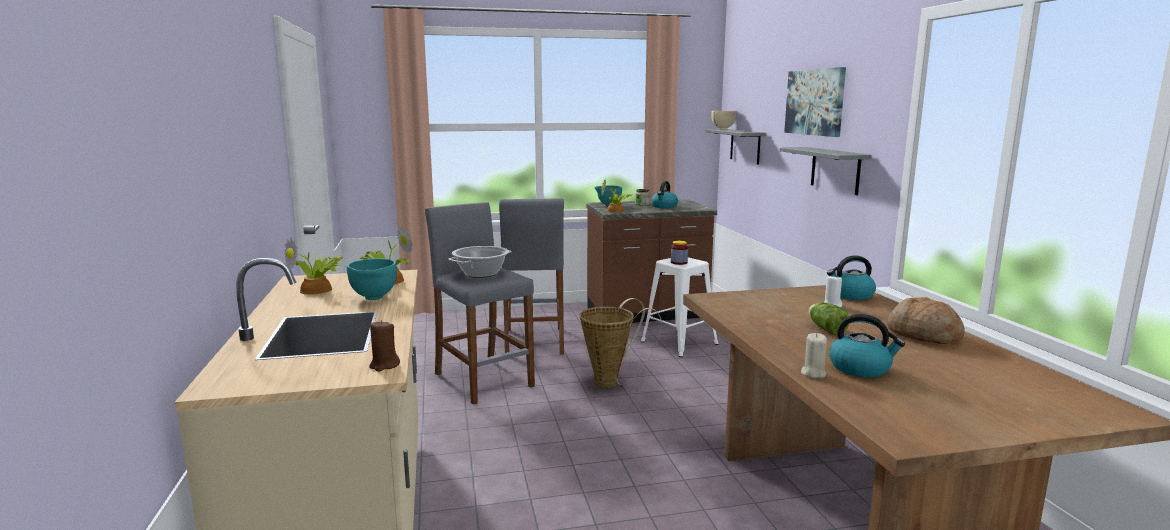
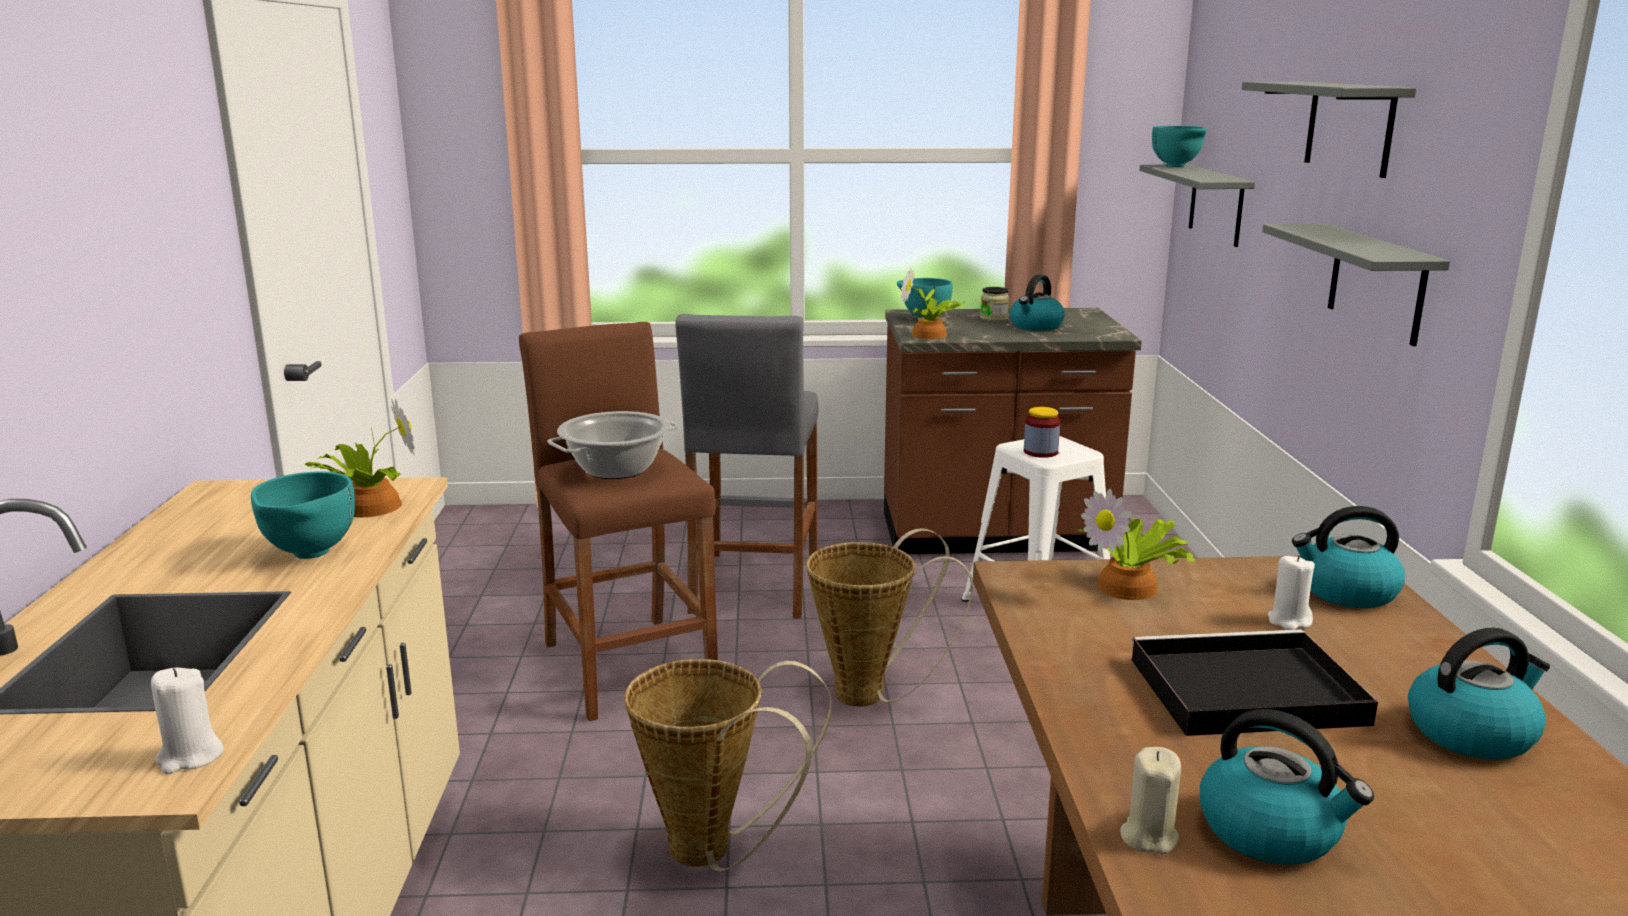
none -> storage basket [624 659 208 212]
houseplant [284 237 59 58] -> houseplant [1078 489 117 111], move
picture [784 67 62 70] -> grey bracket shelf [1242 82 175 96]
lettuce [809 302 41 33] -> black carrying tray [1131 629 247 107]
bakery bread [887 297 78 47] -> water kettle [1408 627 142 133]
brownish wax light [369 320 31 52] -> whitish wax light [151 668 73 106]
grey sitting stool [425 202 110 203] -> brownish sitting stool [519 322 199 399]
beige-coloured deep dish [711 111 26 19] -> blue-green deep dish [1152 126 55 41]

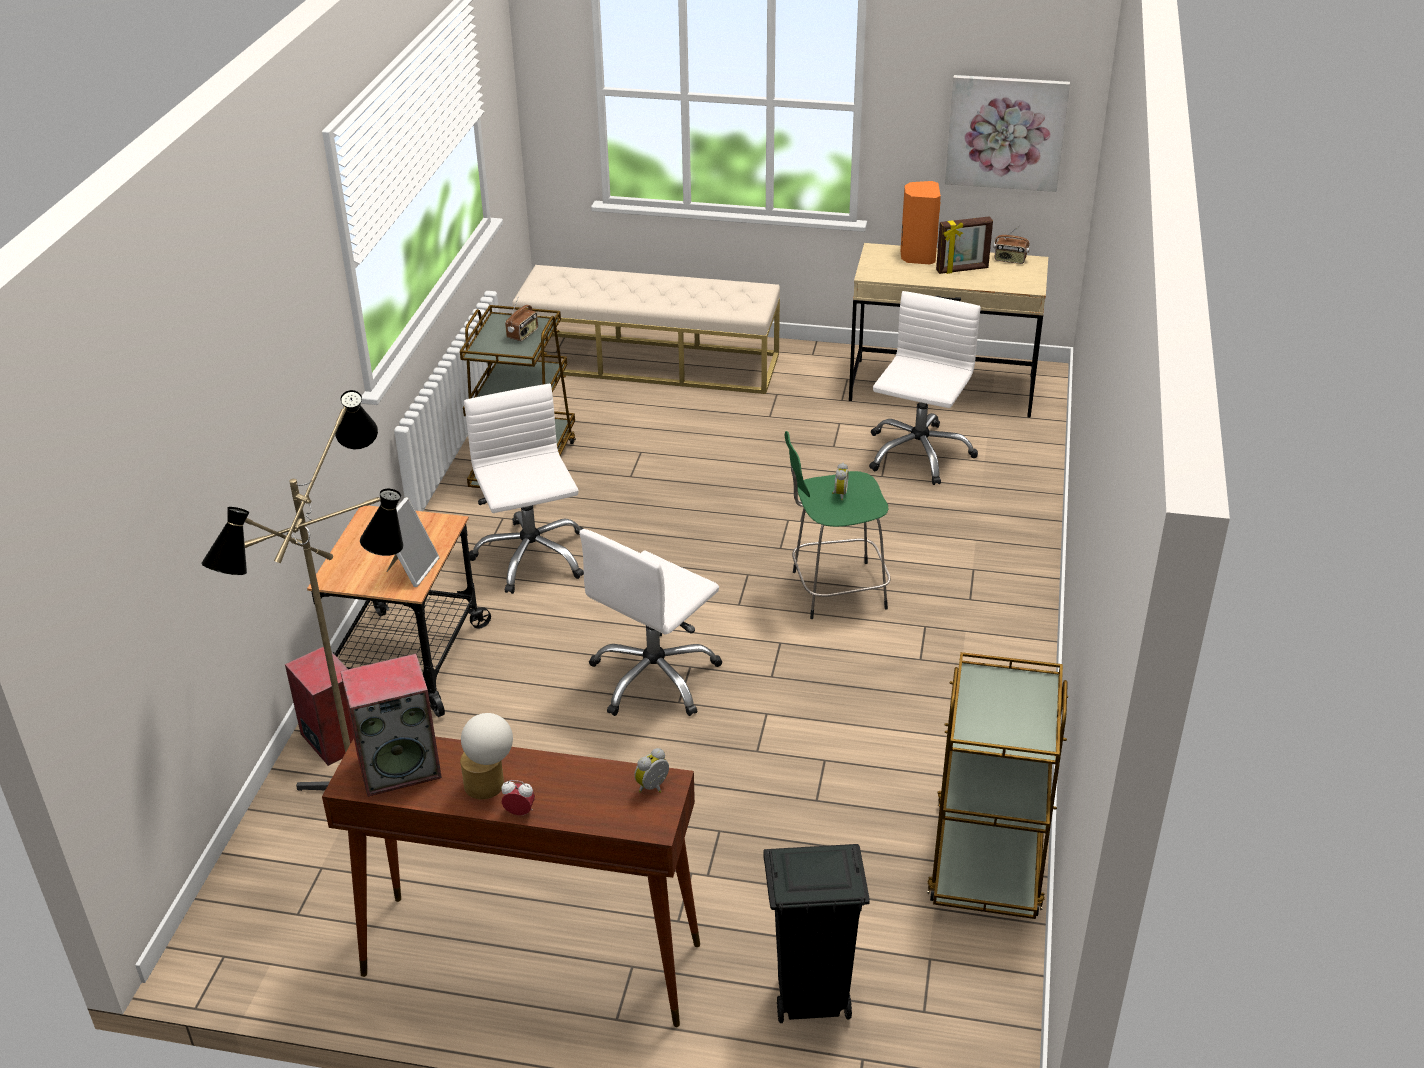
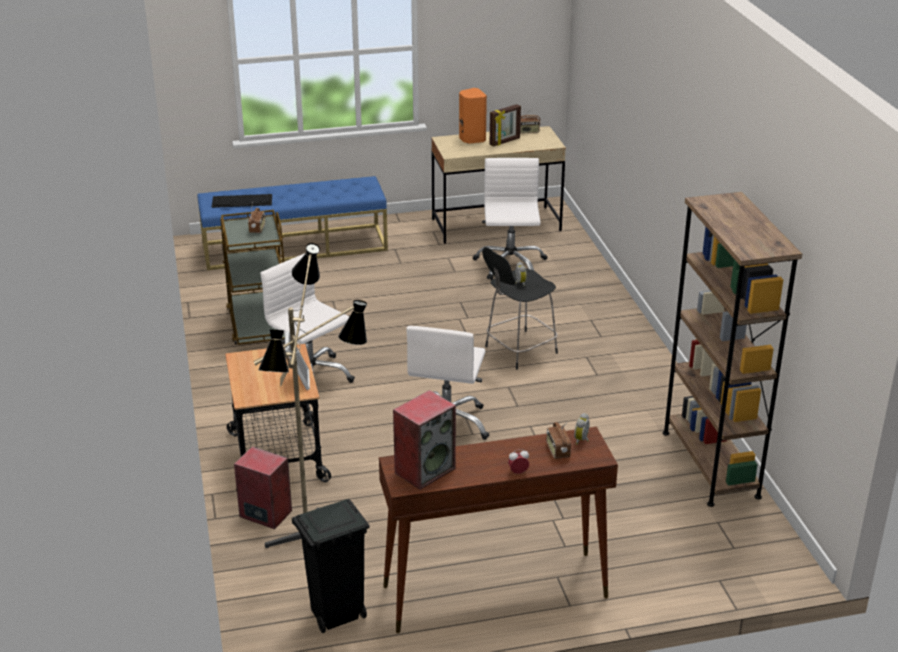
tabletop lamp [460 713 53 86] -> none
picture [945 75 125 117] -> none
none -> PC keyboard [212 194 60 14]
none -> radio [547 422 24 37]
black rubbish bin [763 844 107 179] -> black rubbish bin [292 498 78 135], move
brownish trolley [927 652 141 267] -> brownish bookshelf [663 192 139 315]
beige-coloured indoor bench [512 265 268 129] -> bluish indoor bench [197 176 191 94]
green sitting stool [785 431 105 188] -> black sitting stool [482 247 76 123]

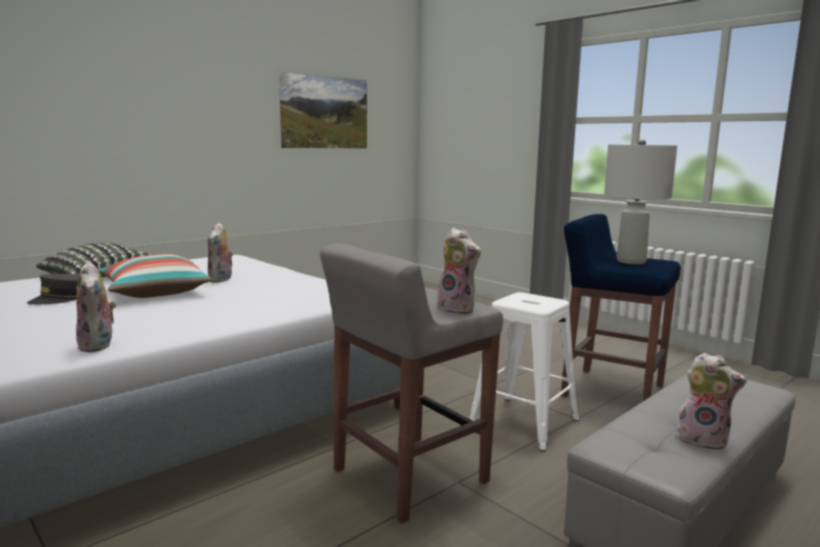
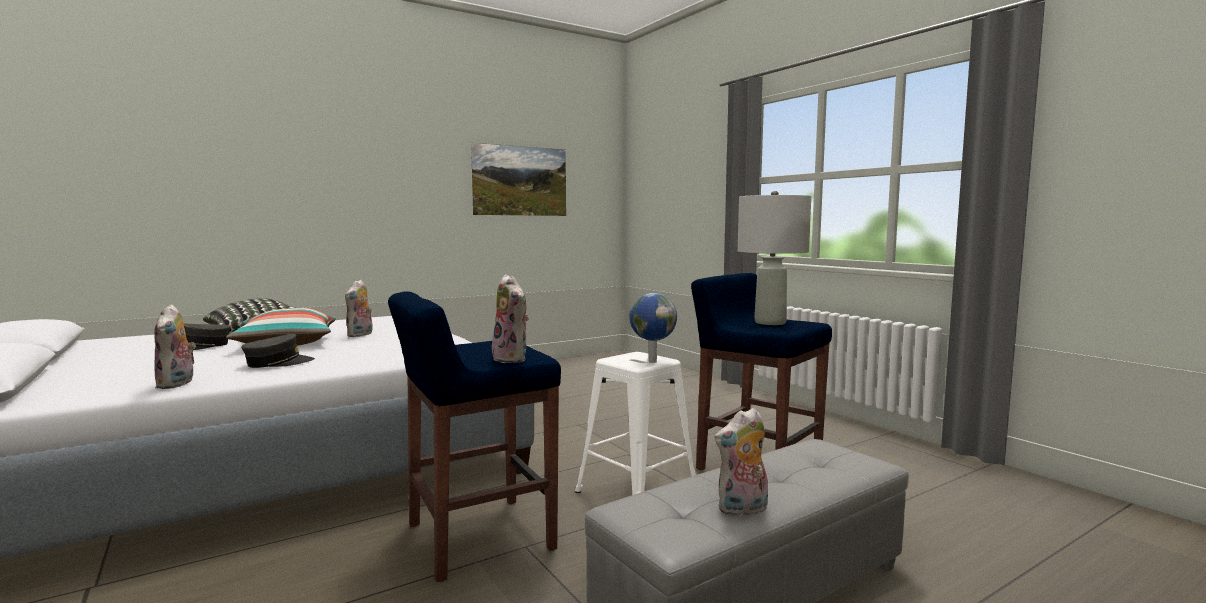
none -> grey baseball cap [241 334 74 34]
none -> desk globe [629 293 48 70]
grey sitting stool [320 243 183 280] -> bluish sitting stool [388 291 173 291]
soft toy [676 353 71 98] -> soft toy [715 408 53 109], 120 degrees clockwise

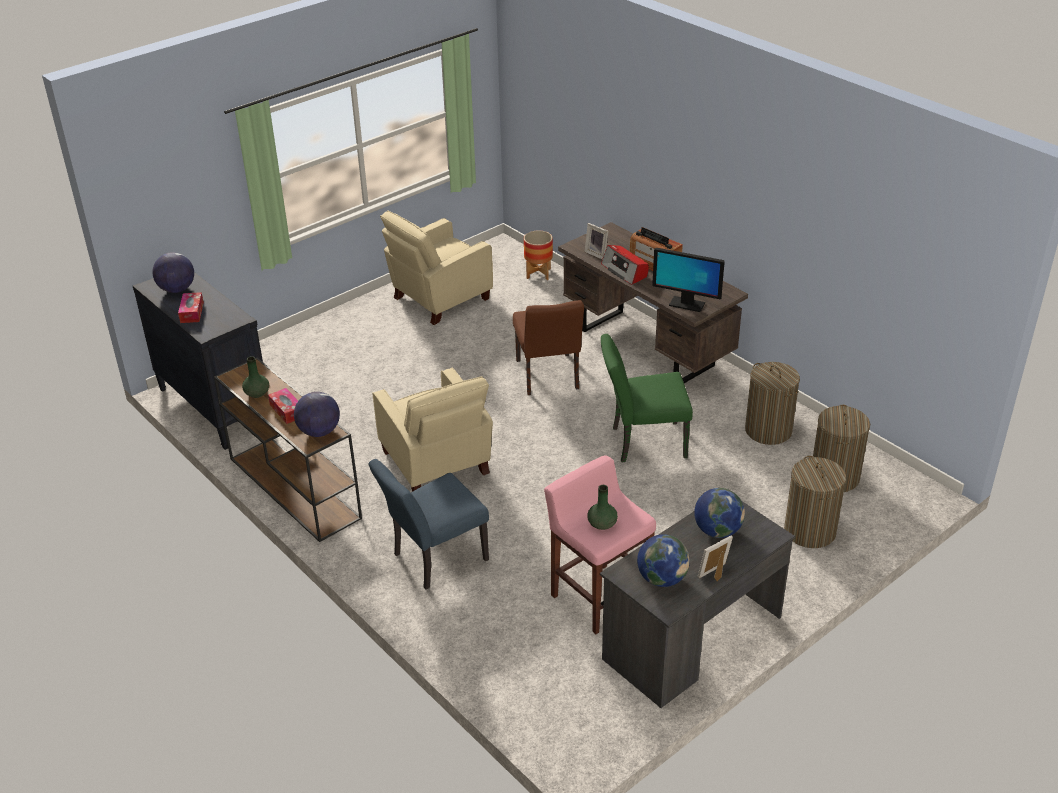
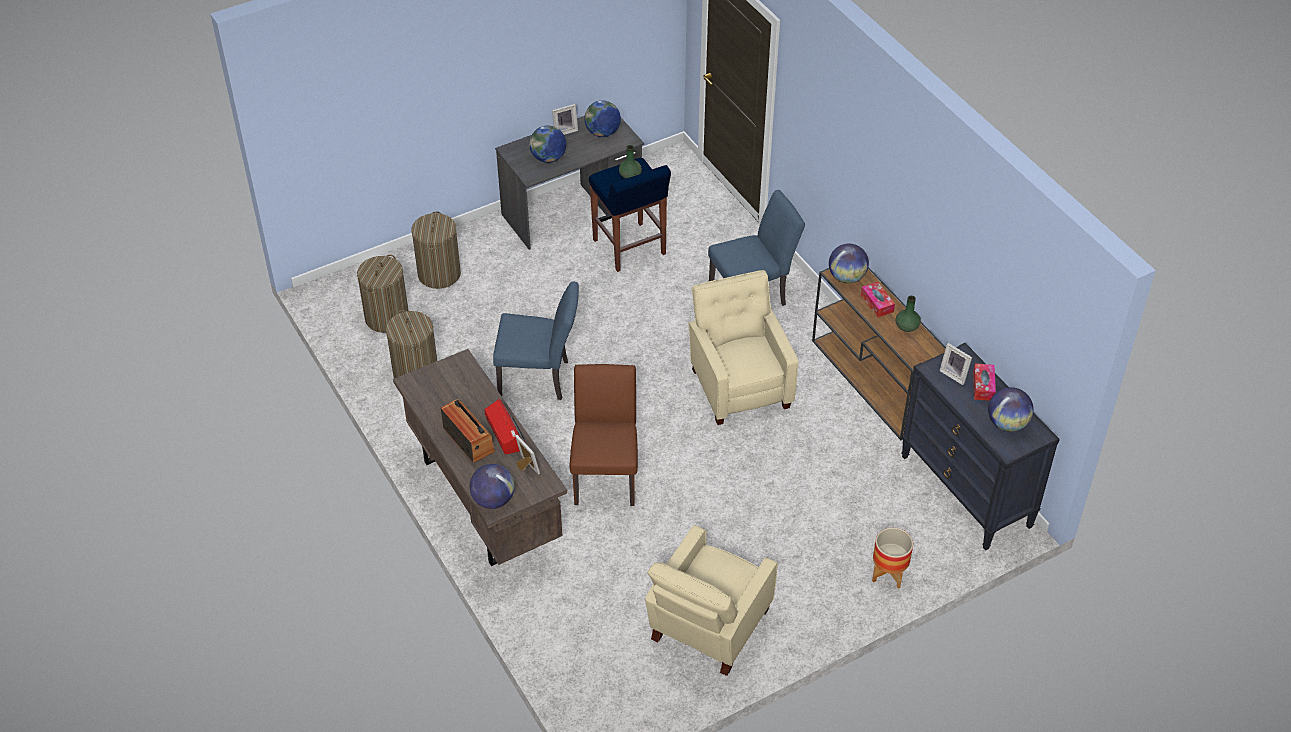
computer display [652 248 73 64] -> none
none -> desk globe [470 464 45 45]
none -> picture frame [939 343 33 42]
plant pot [524 231 29 49] -> plant pot [872 528 41 61], move
pink-coloured sitting stool [544 455 112 179] -> bluish sitting stool [589 158 82 114]
green plain chair [601 334 92 128] -> bluish plain chair [493 281 86 119]
beige-coloured easy chair [380 210 113 115] -> beige-coloured easy chair [645 525 133 151], 150 degrees clockwise

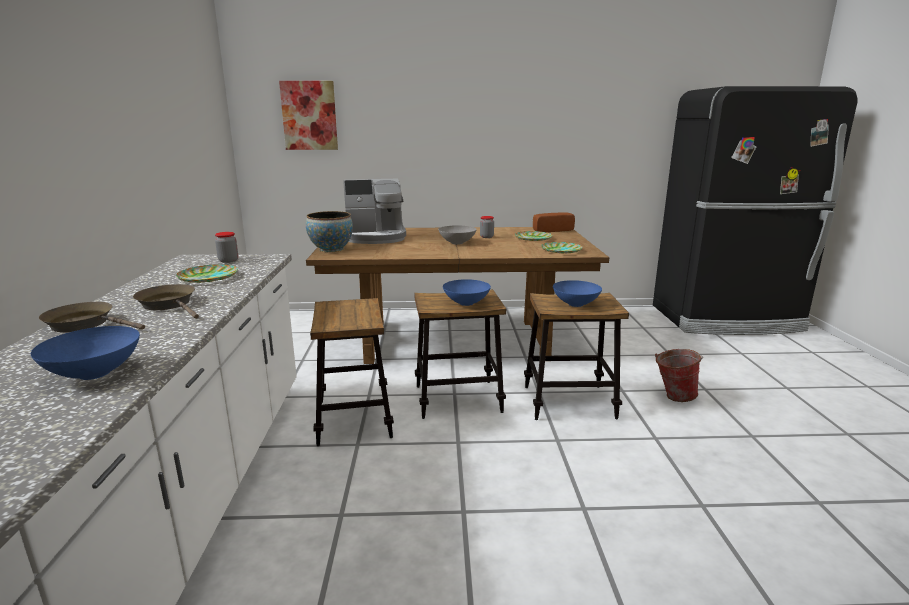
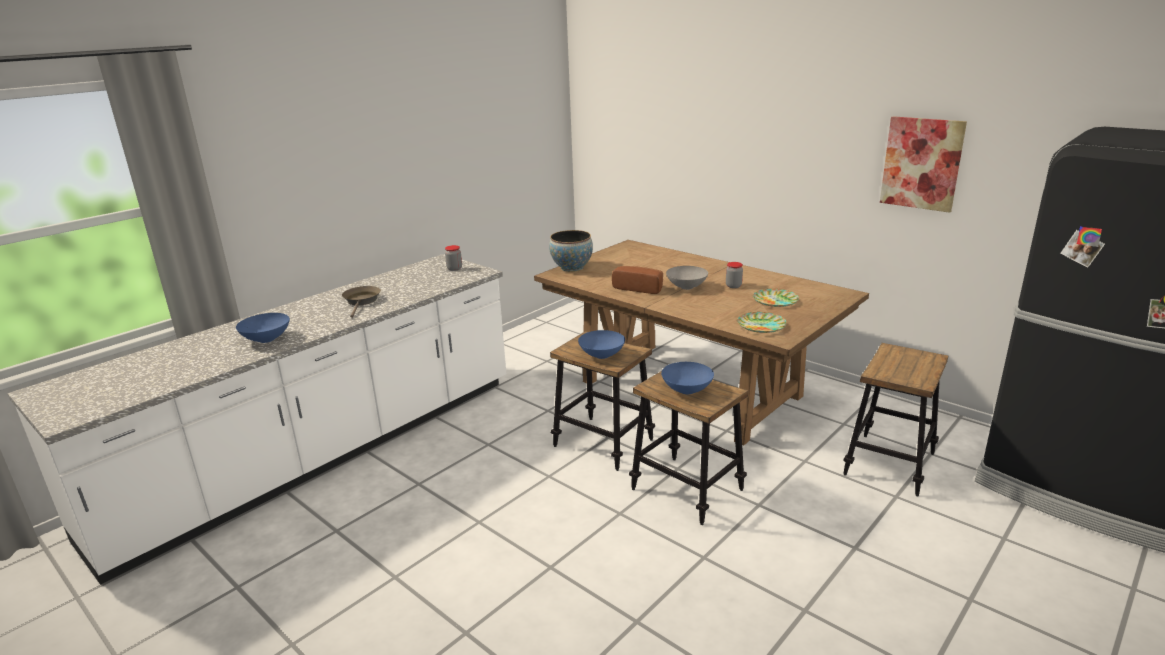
brownish pan [39 302 106 30] -> none
dinner plate [176 264 62 19] -> none
coffee maker [343 179 63 65] -> none
water bucket [655 349 48 53] -> none
picture [279 81 59 69] -> picture [880 116 87 97], move
sitting stool [310 298 84 148] -> sitting stool [843 343 105 153], move
bakery bread [533 212 42 20] -> bakery bread [612 266 51 28], move

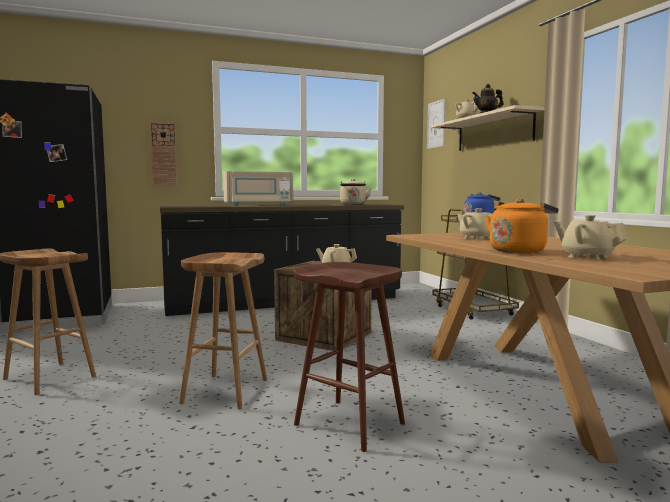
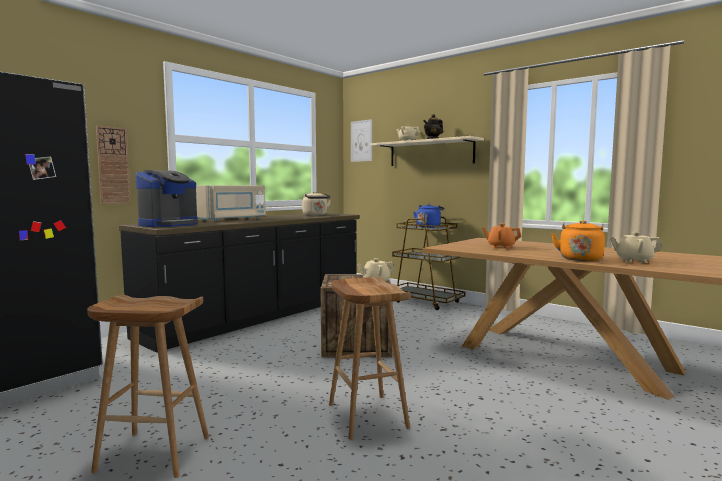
brownish sitting stool [294 262 111 190] -> none
none -> coffee maker [135 170 63 57]
beige-coloured teapot [457 208 35 32] -> orange teapot [482 223 40 26]

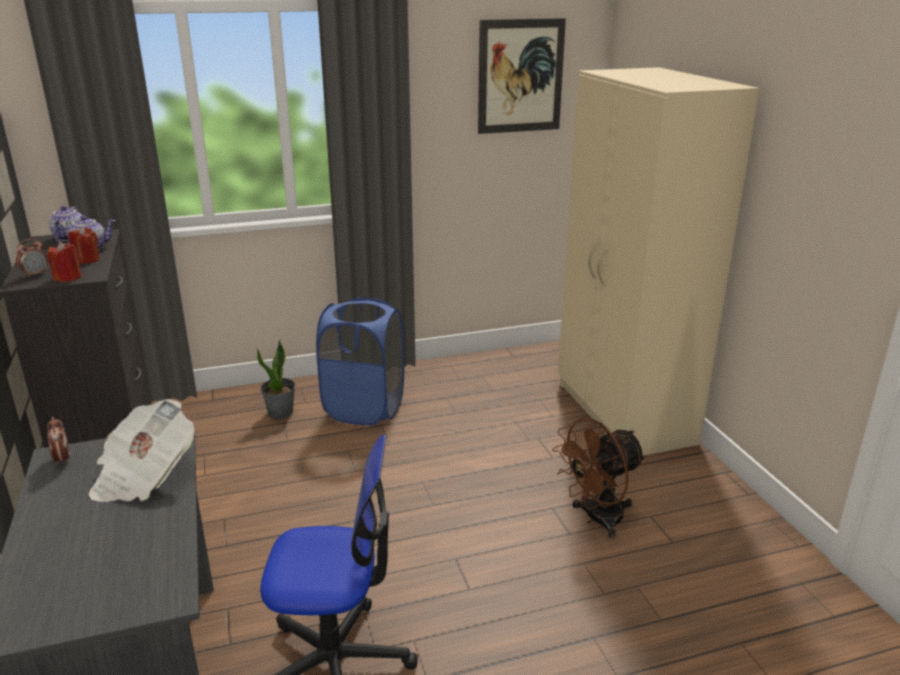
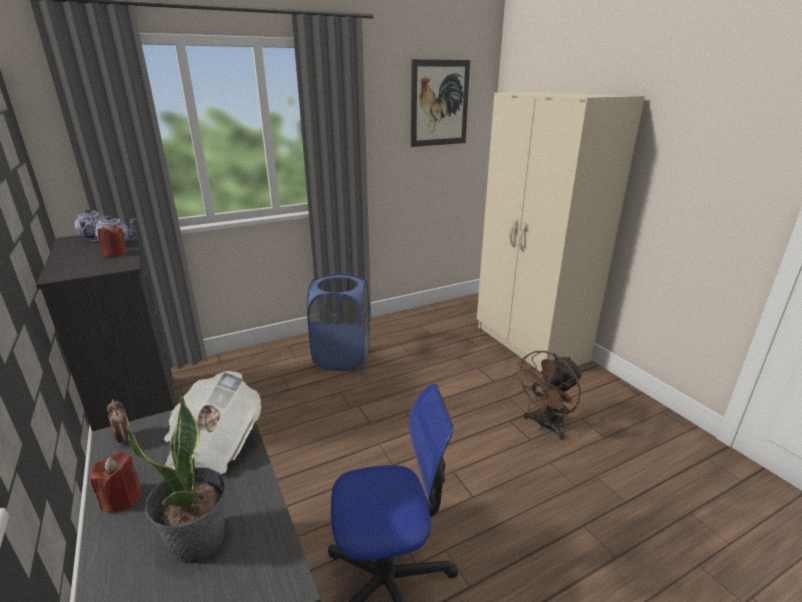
table clock [15 239 33 39] -> none
red wax light [47 242 35 40] -> red wax light [90 452 52 61], move
houseplant [257 339 38 80] -> houseplant [125 396 101 167], move

